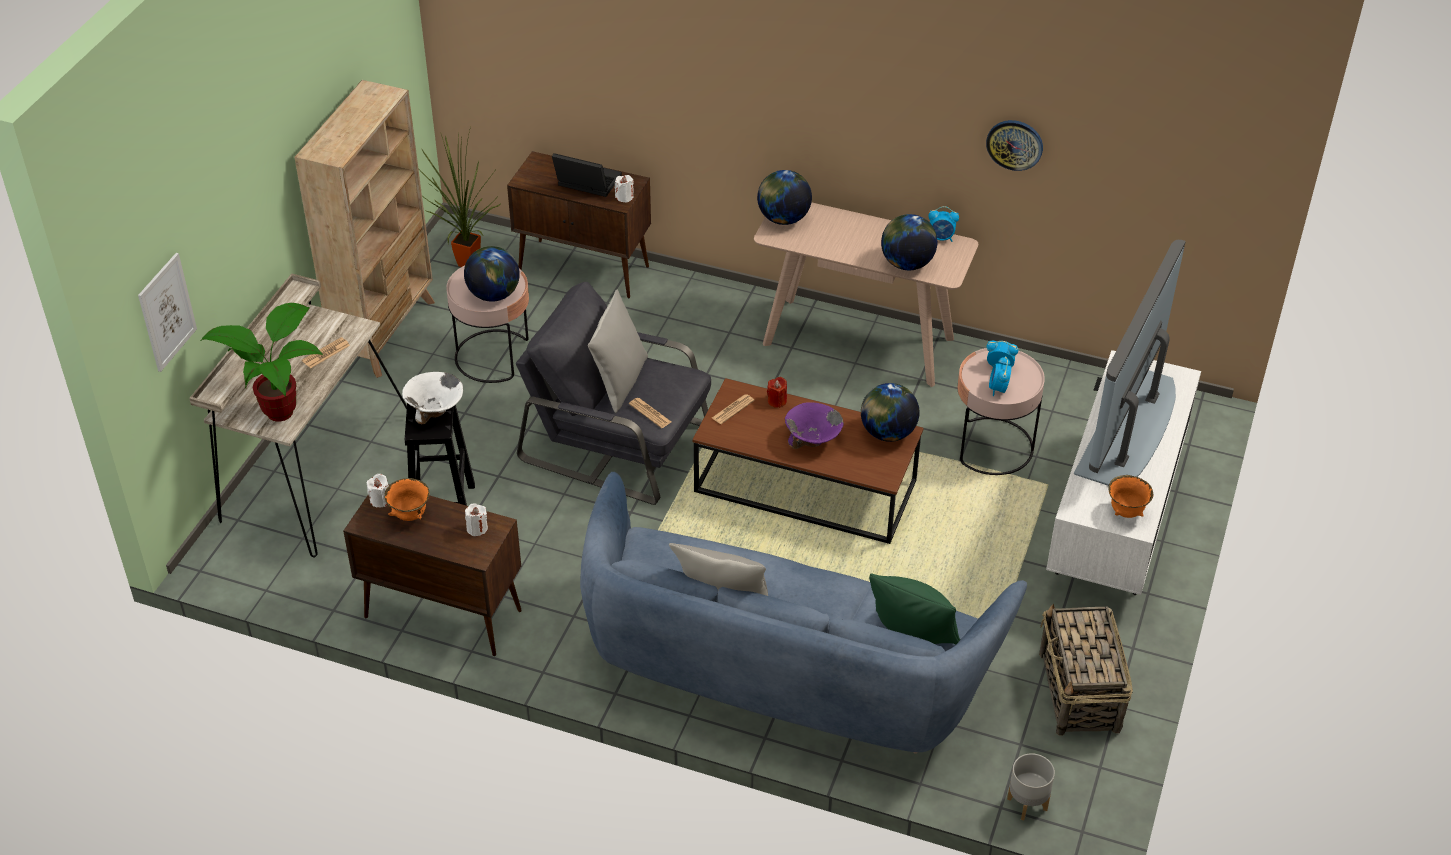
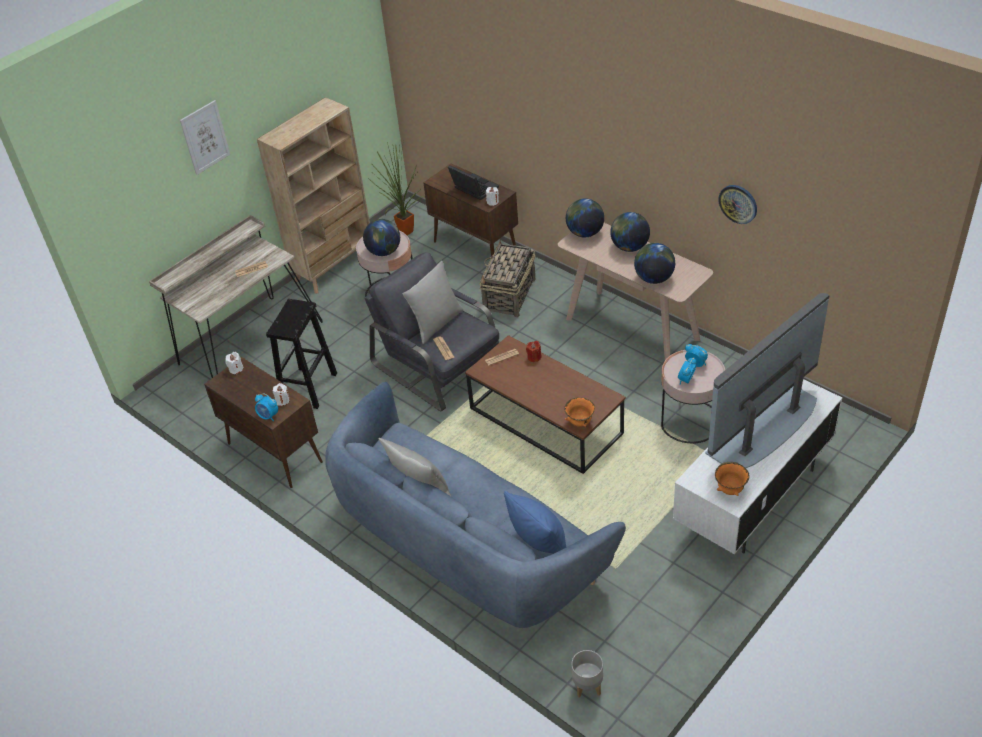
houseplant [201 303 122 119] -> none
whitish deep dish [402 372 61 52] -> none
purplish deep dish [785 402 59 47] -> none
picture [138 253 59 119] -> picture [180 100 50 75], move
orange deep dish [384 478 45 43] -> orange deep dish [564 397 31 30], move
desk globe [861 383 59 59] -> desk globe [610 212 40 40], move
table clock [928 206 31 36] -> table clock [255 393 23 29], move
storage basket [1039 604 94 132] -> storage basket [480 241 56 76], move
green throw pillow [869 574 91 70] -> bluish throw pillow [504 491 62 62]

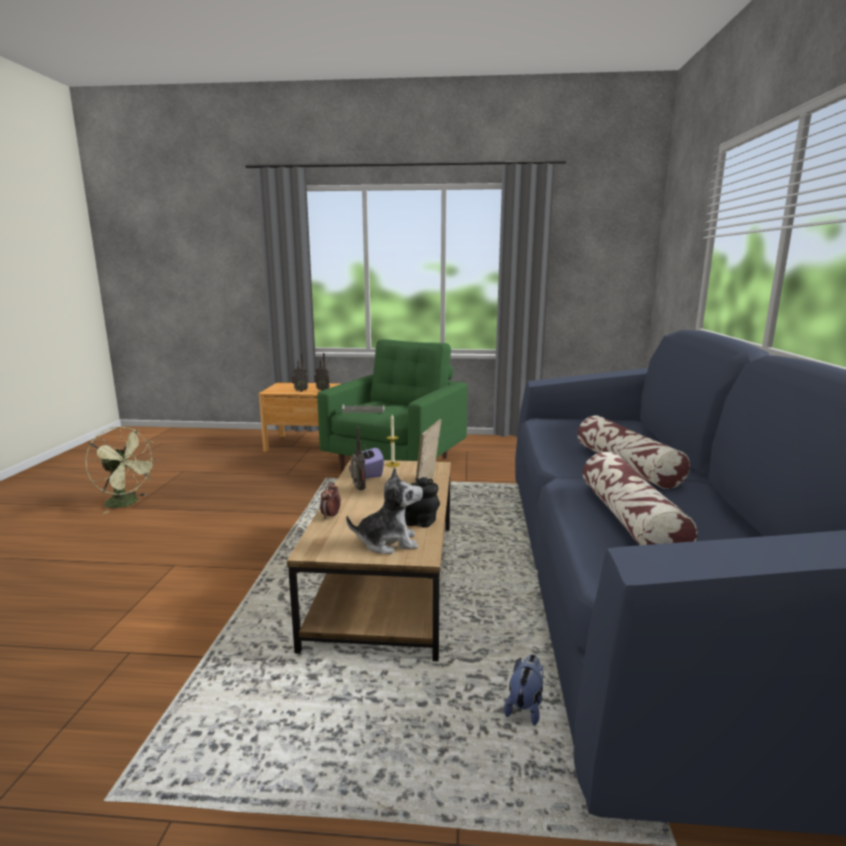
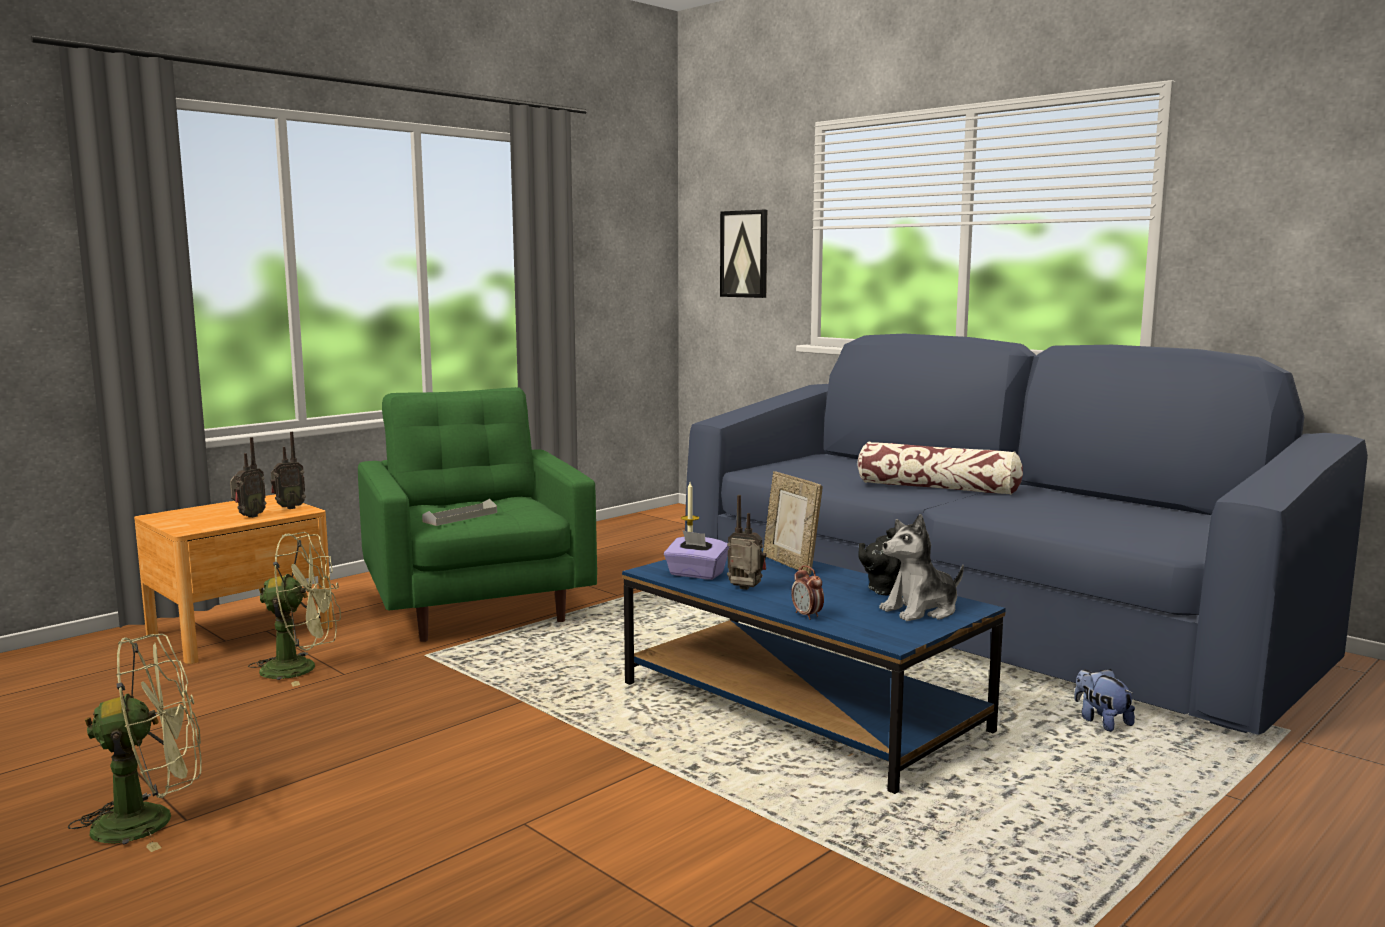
throw pillow [583 452 114 93] -> none
none -> green cooling fan [248 532 93 154]
none -> picture [720 210 47 88]
brownish coffee table [287 459 164 202] -> bluish coffee table [622 548 383 246]
soft toy [346 467 77 87] -> soft toy [879 514 85 107], 150 degrees counterclockwise

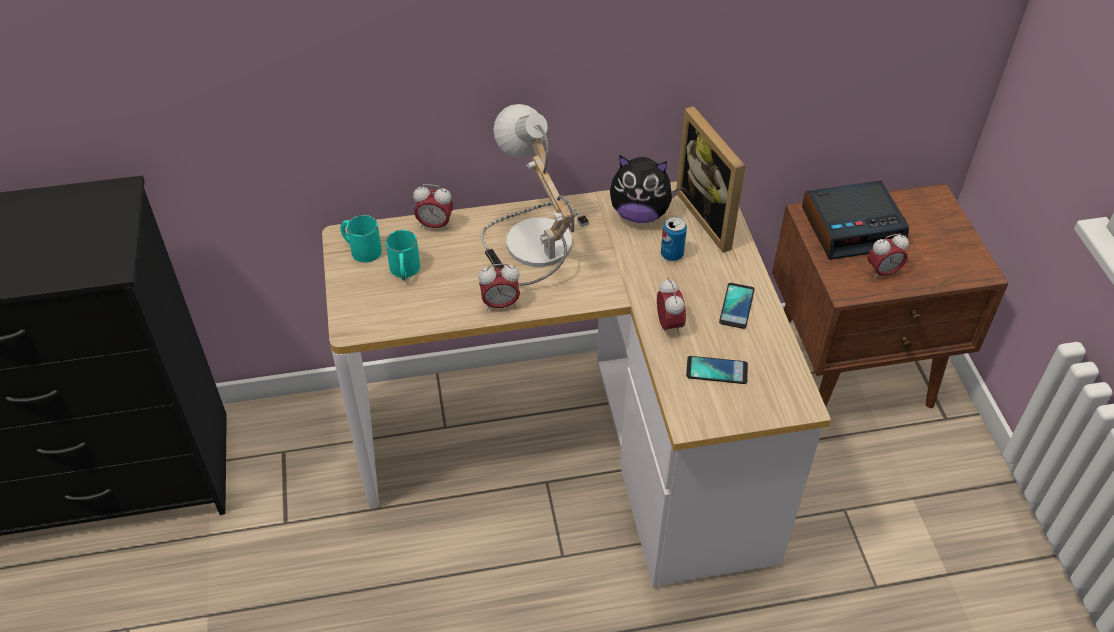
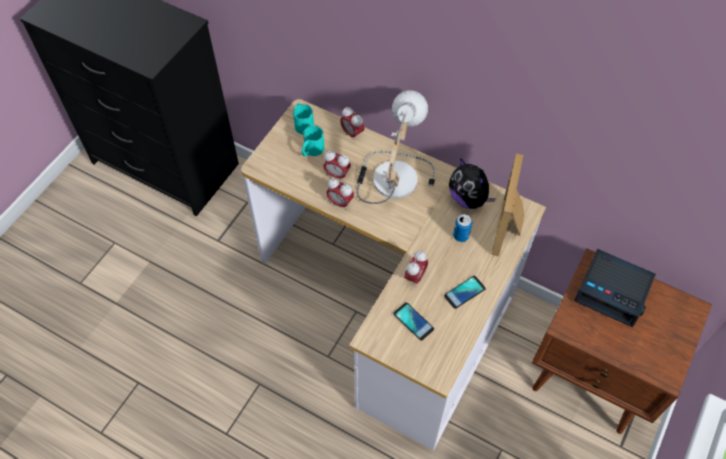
table clock [868 233 41 47] -> table clock [323 151 28 30], move

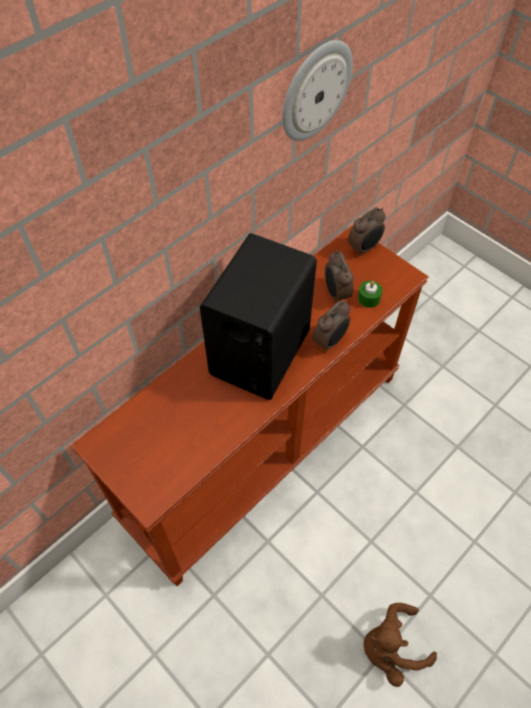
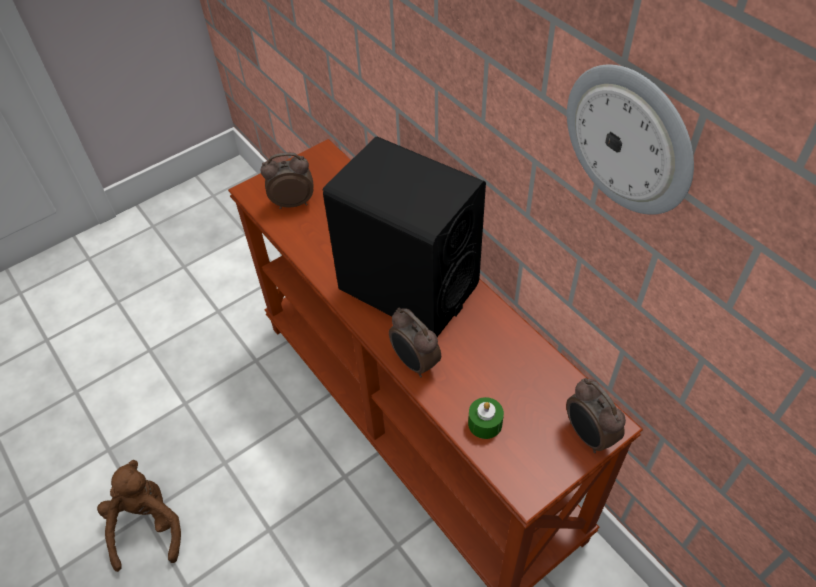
table clock [325 250 28 52] -> table clock [260 152 53 57], move

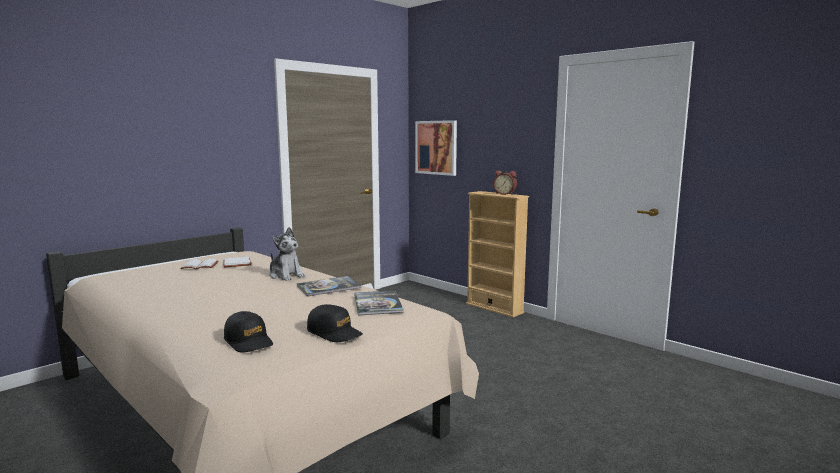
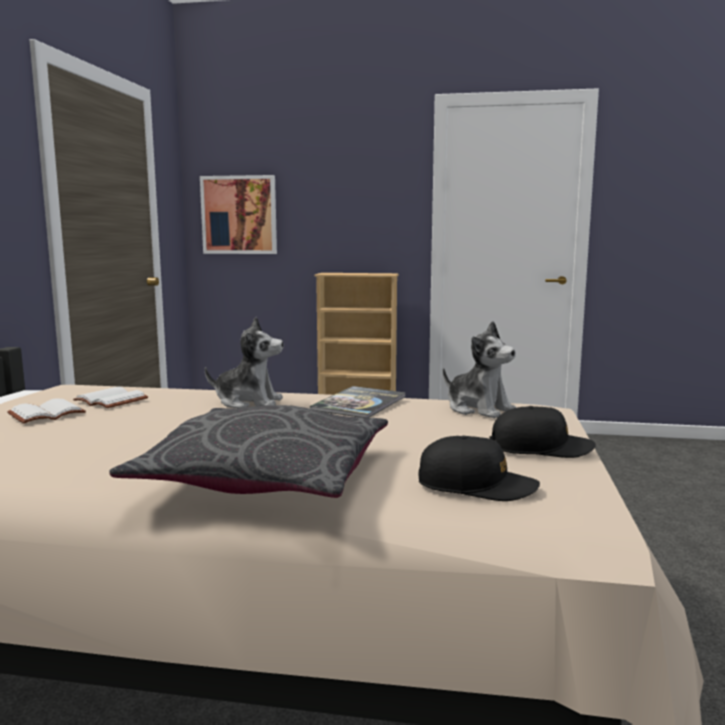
table clock [494 171 23 24] -> none
none -> grey throw pillow [109 405 279 93]
book [354 290 50 25] -> soft toy [443 321 73 98]

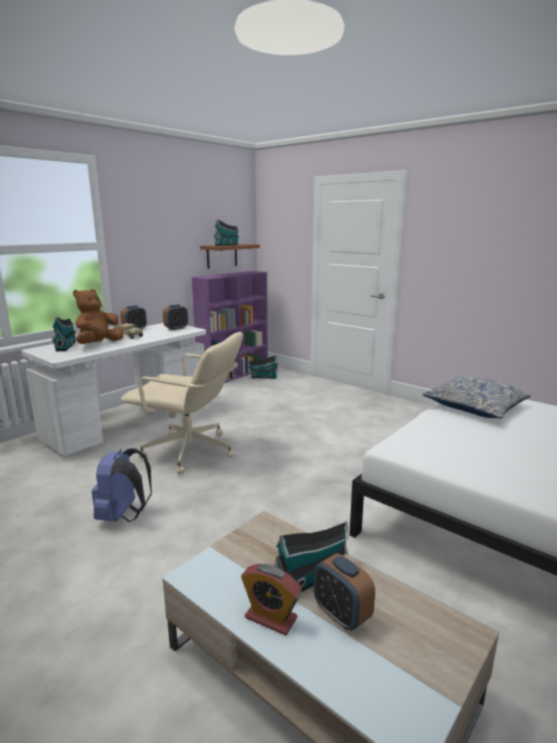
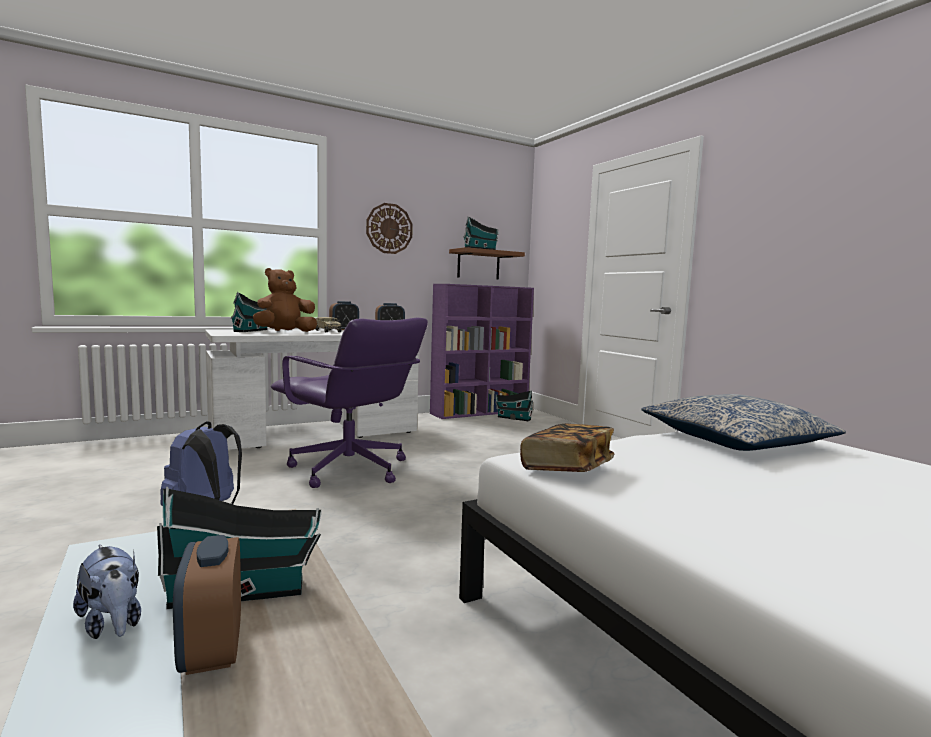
none -> hanging clock [366 203 47 51]
none -> book [520 424 94 48]
table clock [241 564 61 71] -> soft toy [73 544 68 95]
beige-coloured office chair [121 332 122 142] -> purplish office chair [271 318 157 170]

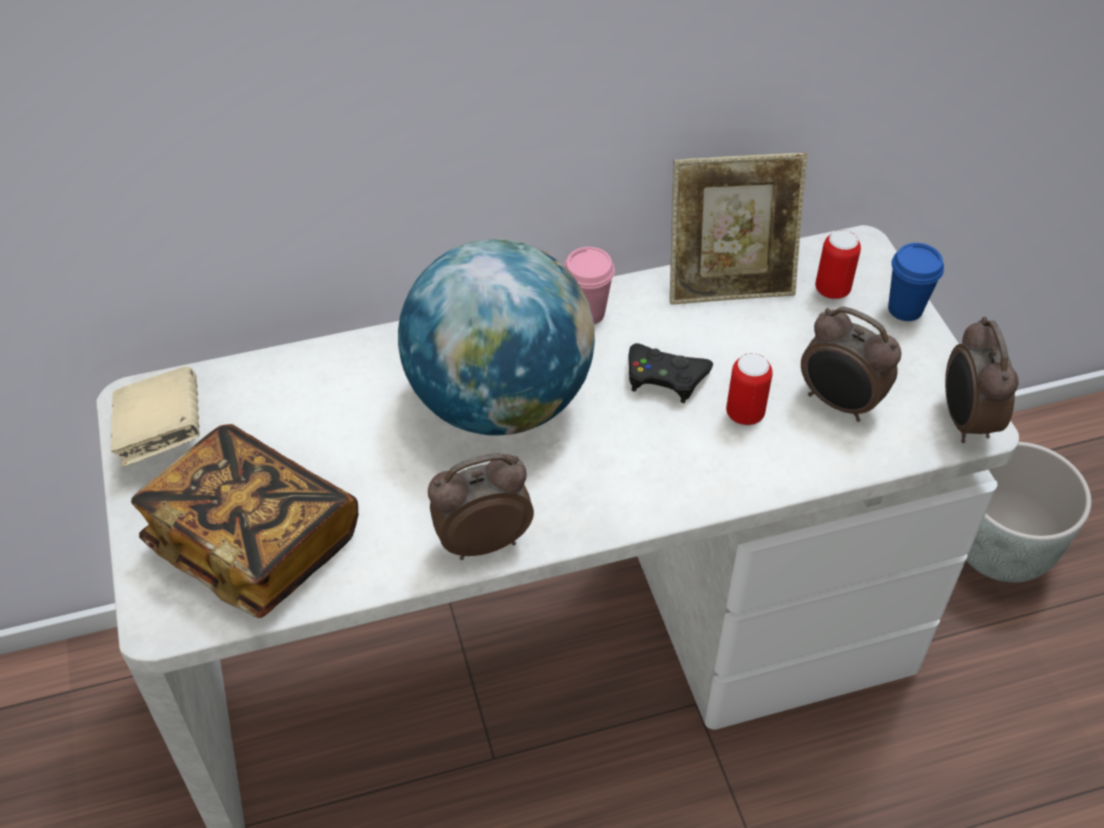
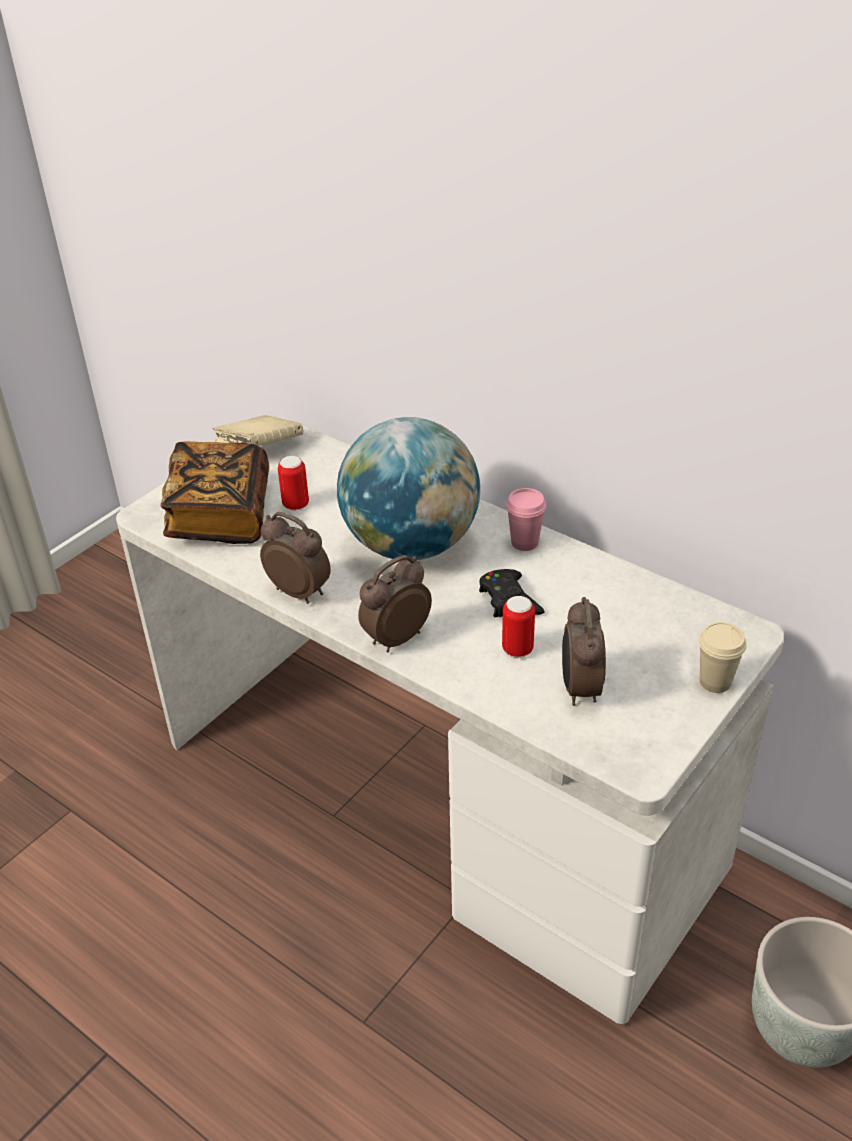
picture frame [670 153 137 152] -> none
can [815 230 46 70] -> can [278 456 31 54], move
table clock [945 317 74 126] -> table clock [358 555 74 98], move
bluish cup [888 243 56 78] -> beige-coloured cup [699 622 48 71]

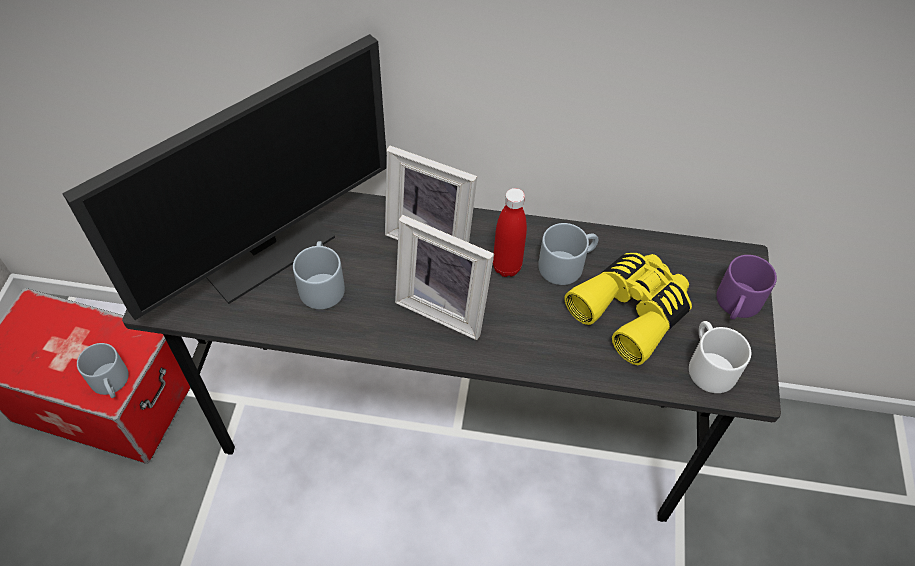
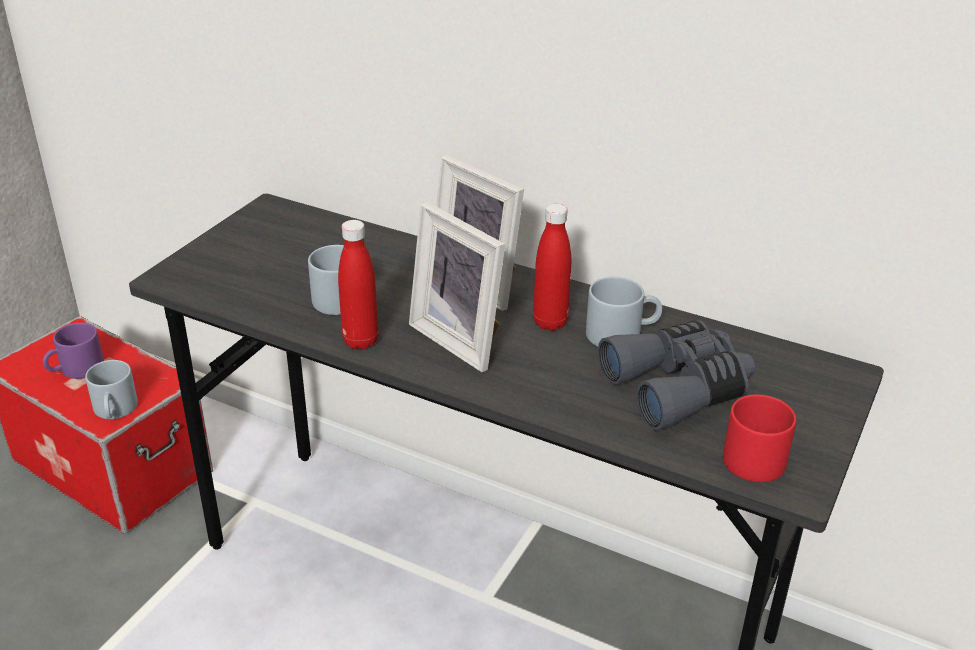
computer display [62 34 325 286] -> none
none -> red beverage bottle [338 220 40 130]
purplish tea mug [717 255 60 65] -> purplish tea mug [43 323 61 56], move
yellow-coloured pair of binoculars [564 253 128 112] -> grey pair of binoculars [598 320 157 110]
whitish tea mug [689 321 62 72] -> red tea mug [723 394 73 88]

